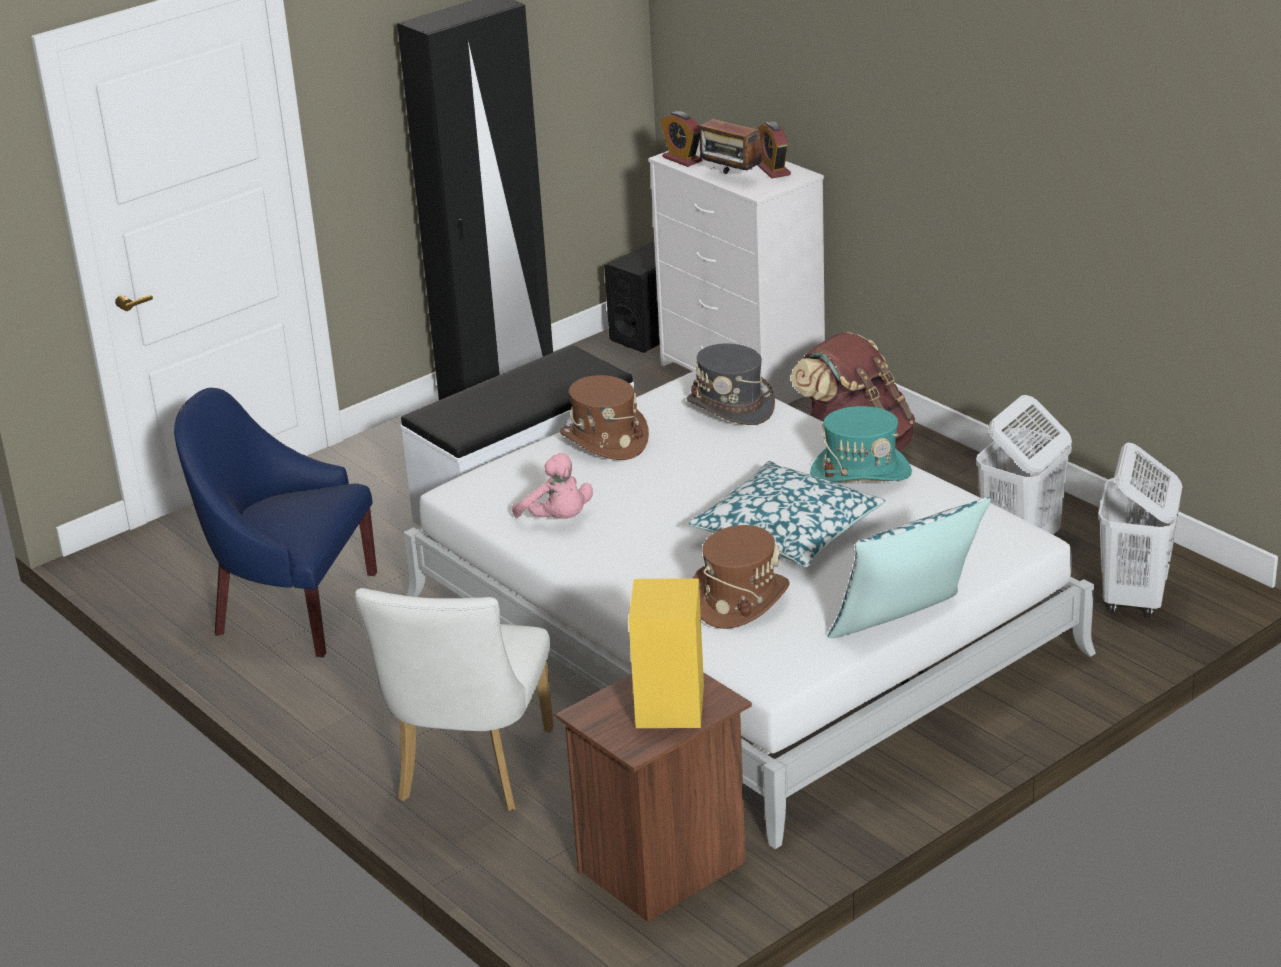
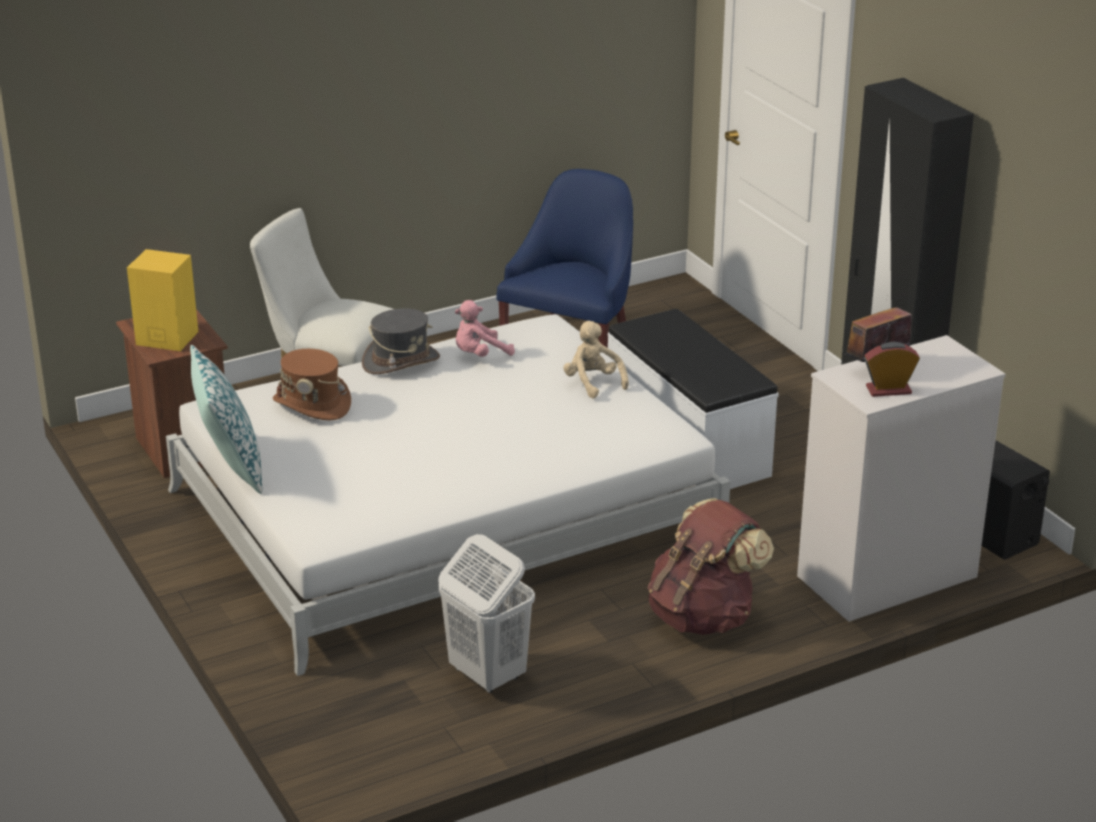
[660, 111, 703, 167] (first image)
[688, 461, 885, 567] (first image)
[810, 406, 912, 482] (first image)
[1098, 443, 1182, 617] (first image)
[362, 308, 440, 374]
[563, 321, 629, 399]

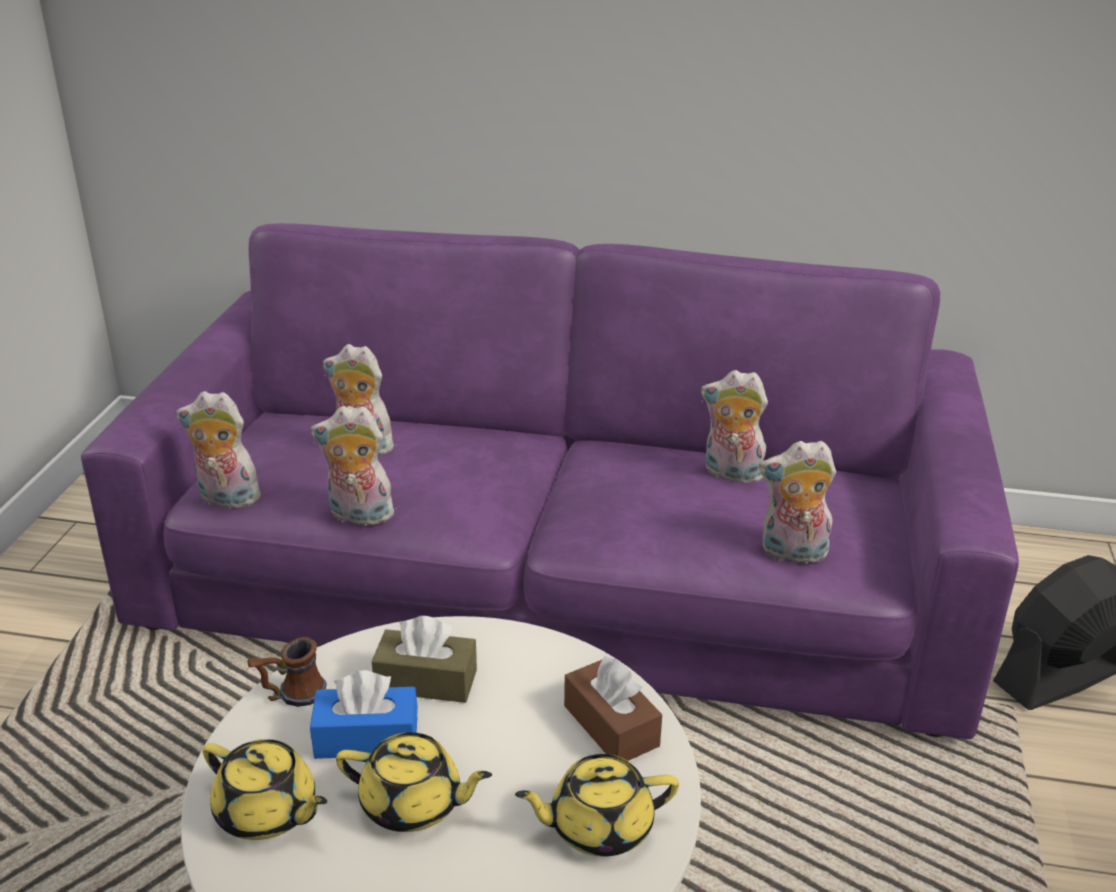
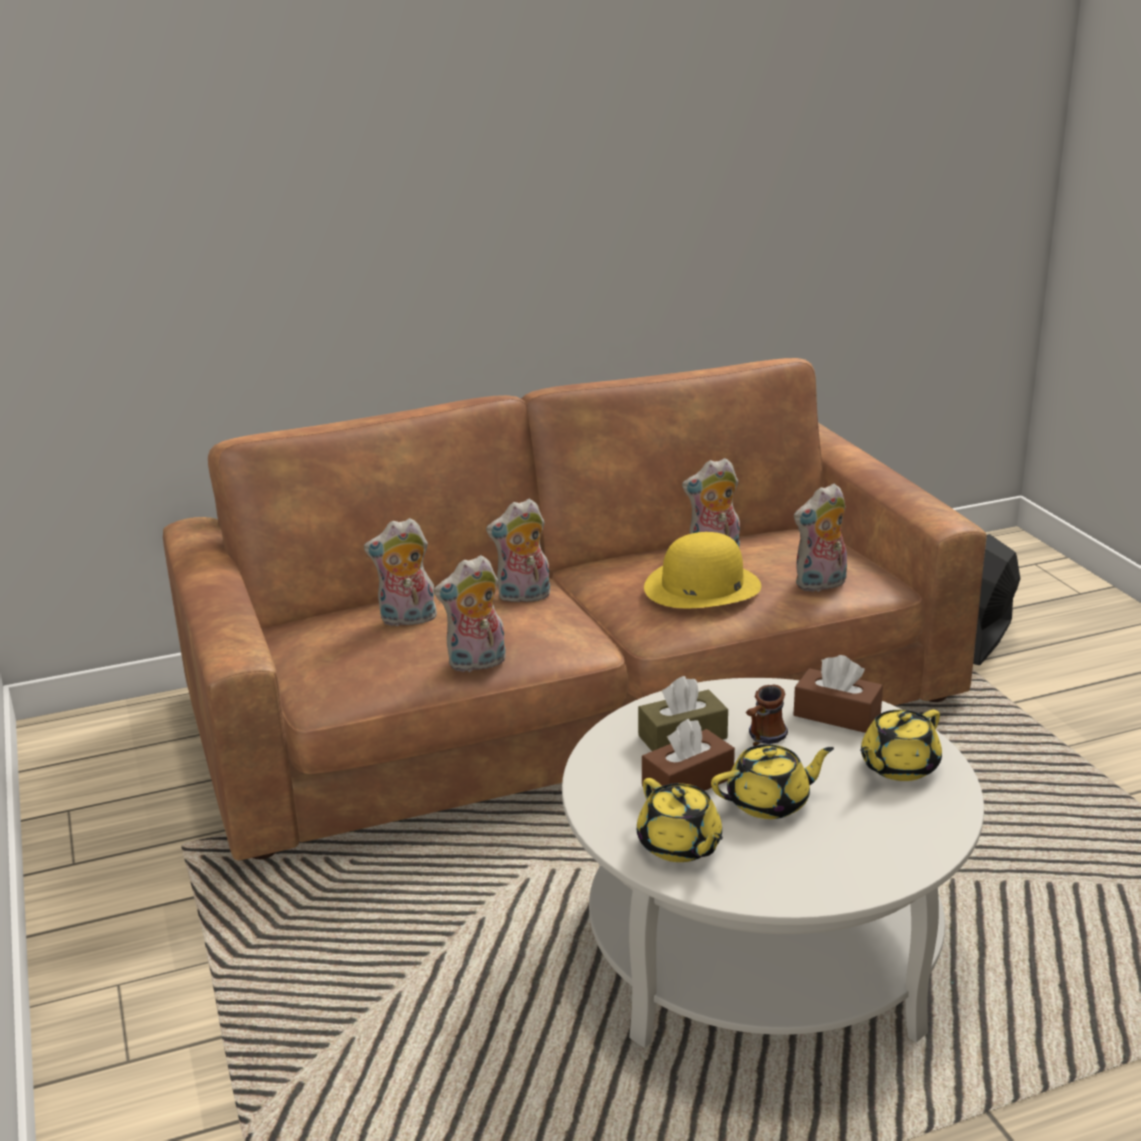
[644, 532, 761, 608]
[486, 499, 550, 602]
[746, 684, 788, 746]
[163, 358, 986, 860]
[642, 719, 735, 791]
[637, 778, 723, 862]

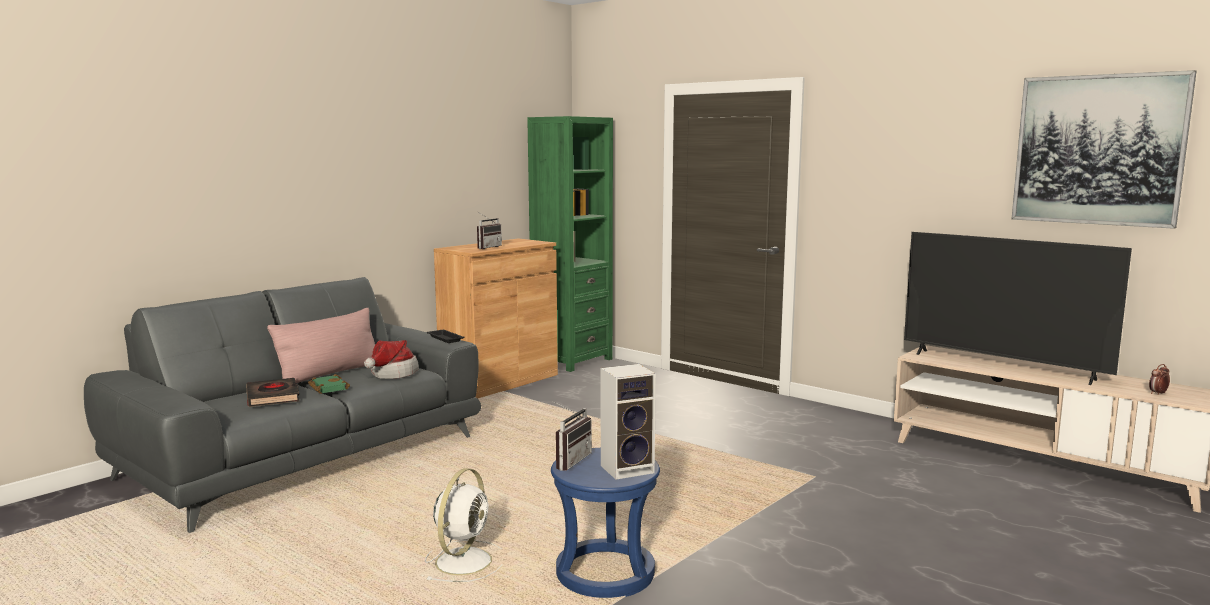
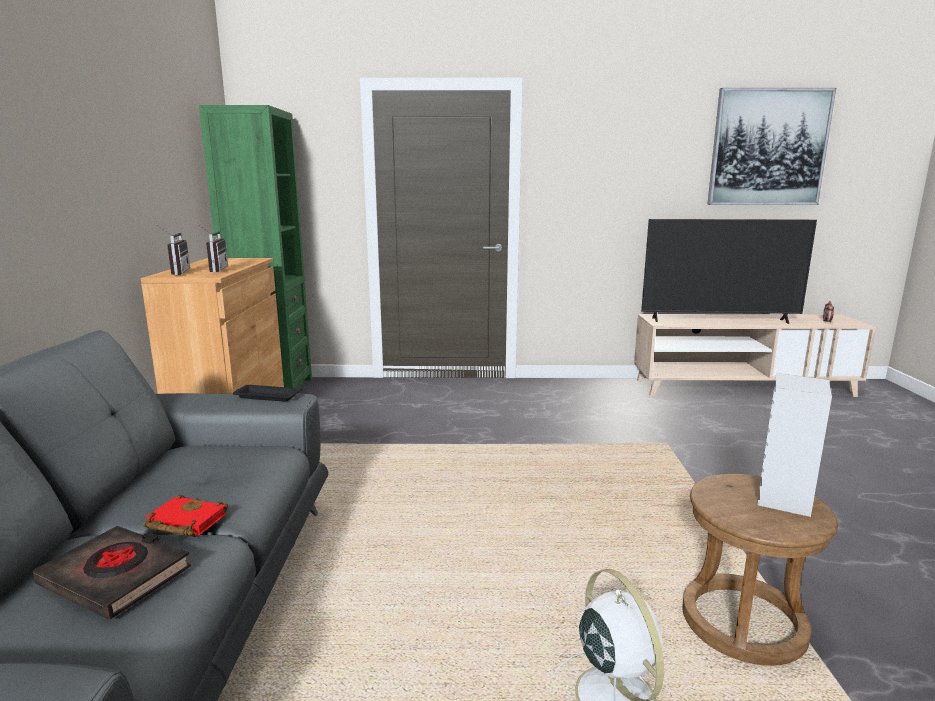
[267, 308, 375, 383] (first image)
[364, 340, 419, 379] (first image)
[158, 226, 190, 275]
[143, 495, 228, 537]
[682, 474, 838, 666]

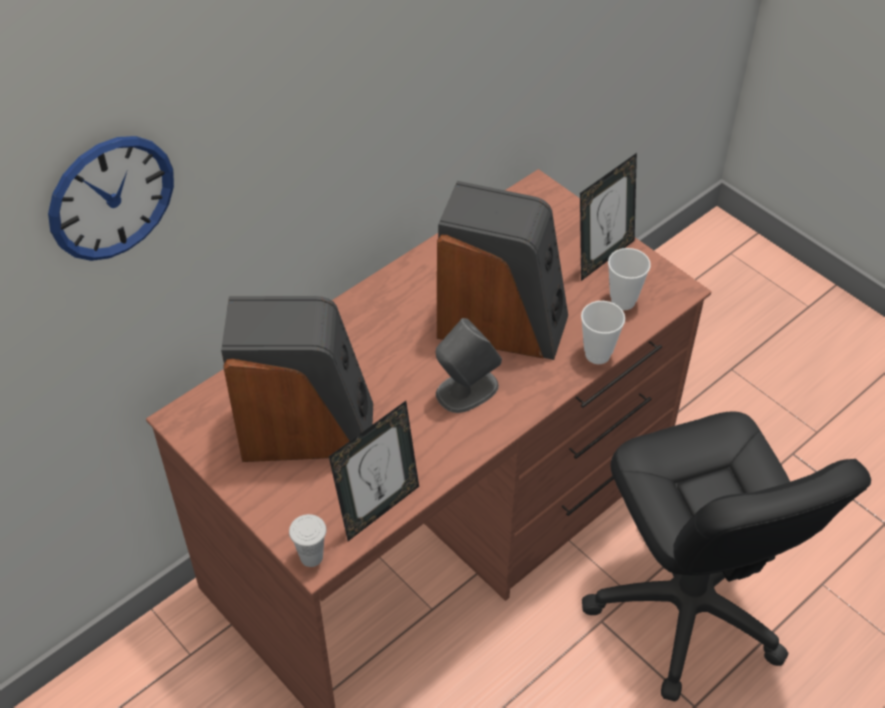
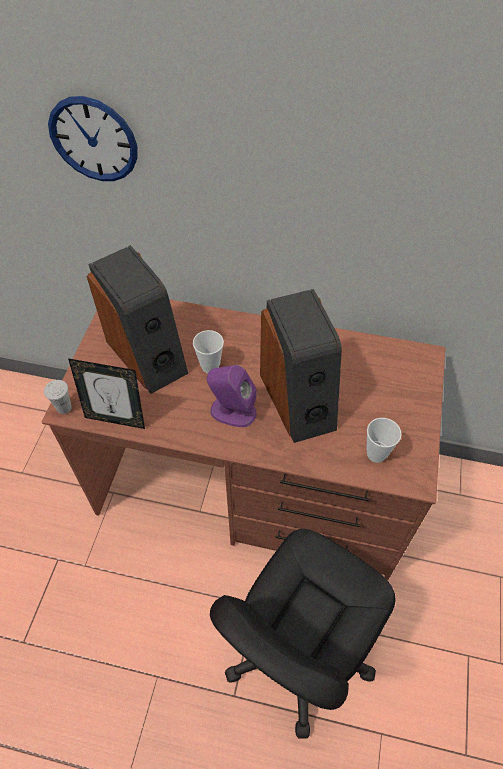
[580, 153, 637, 281] (first image)
[193, 330, 224, 374]
[207, 365, 257, 427]

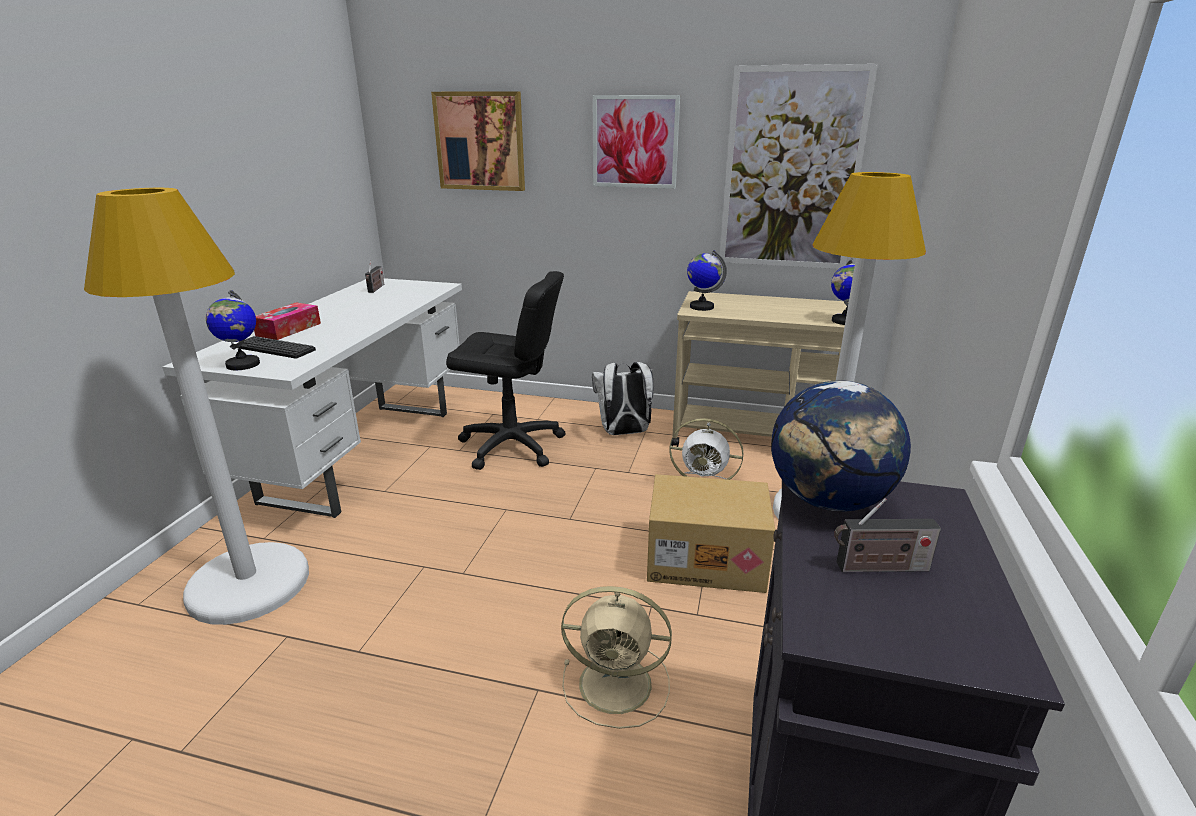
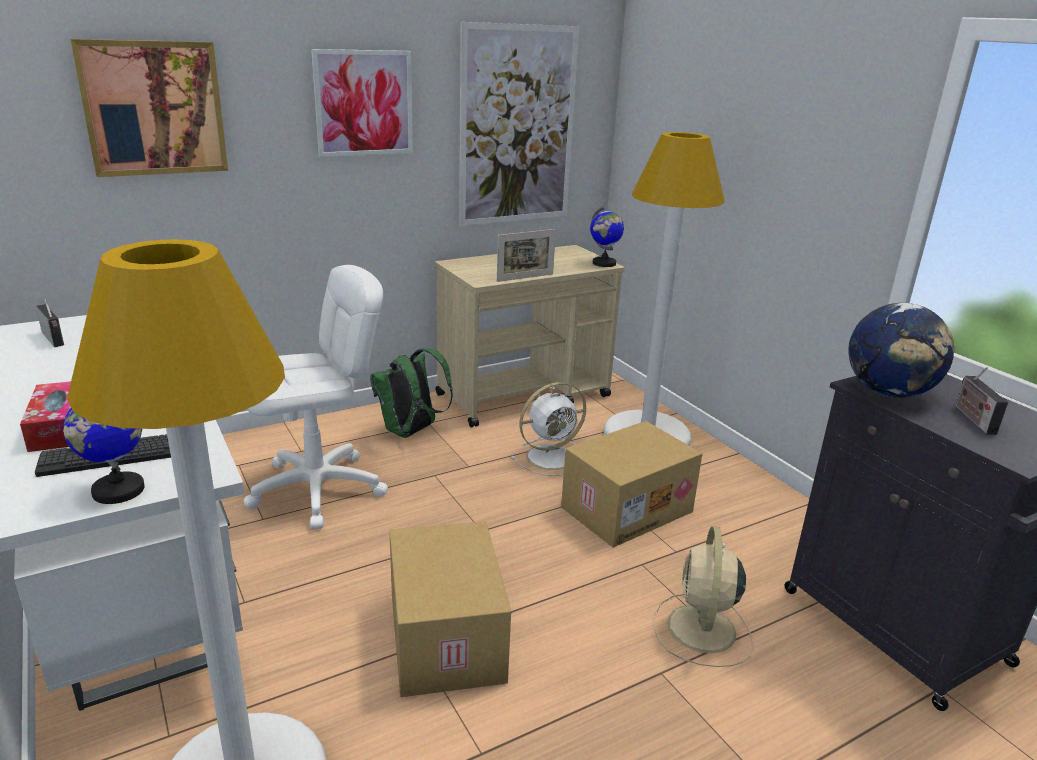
[687, 250, 727, 311] (first image)
[389, 521, 511, 697]
[497, 229, 556, 282]
[243, 265, 388, 530]
[370, 348, 453, 438]
[654, 526, 753, 667]
[956, 367, 1008, 435]

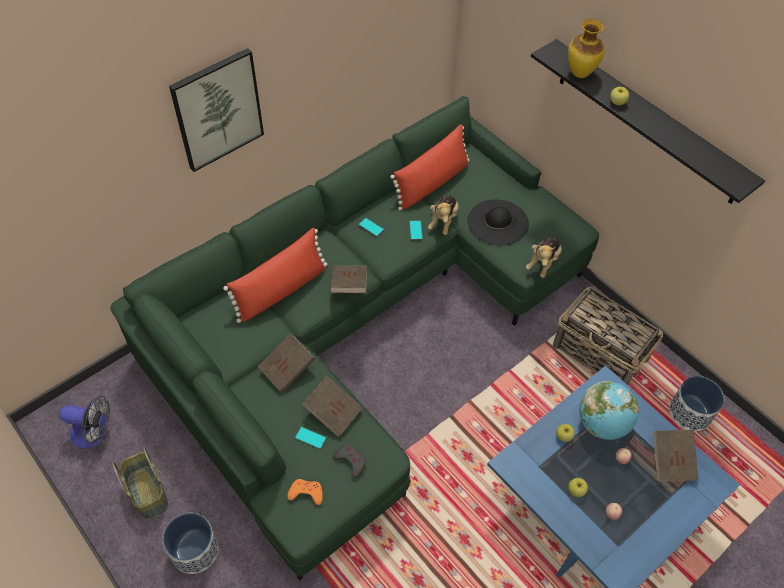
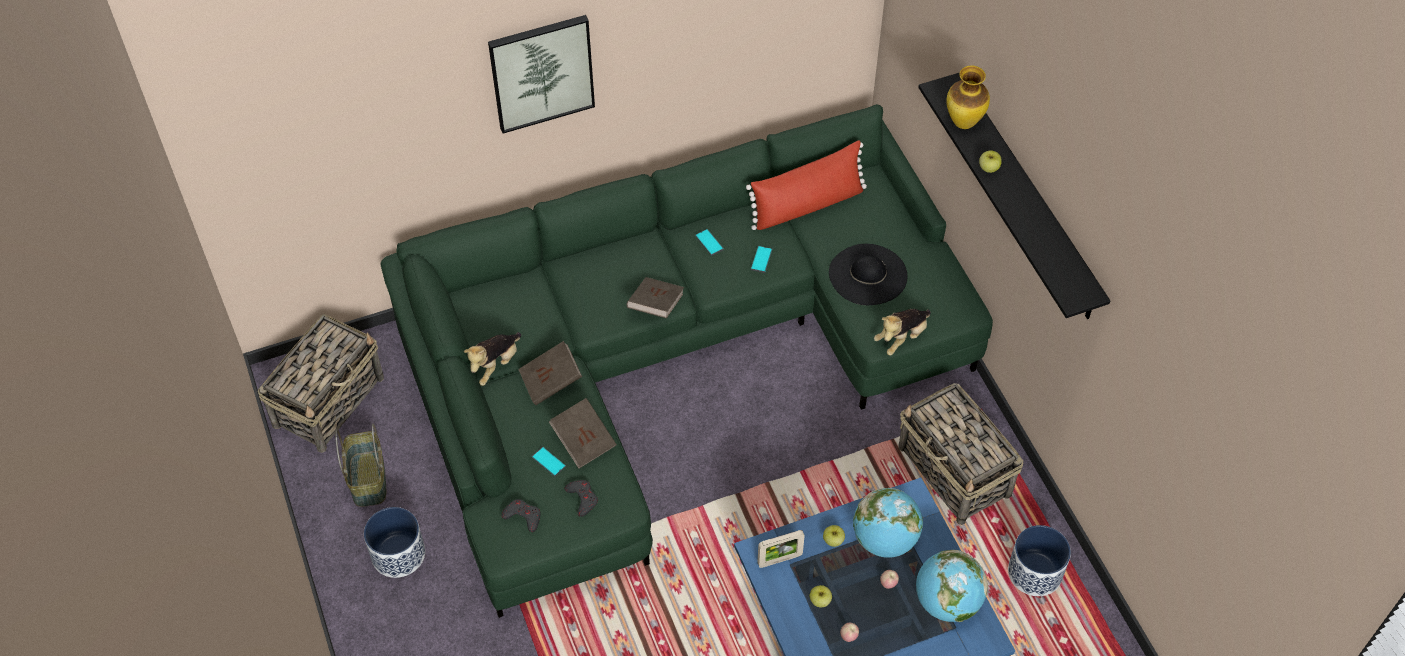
[223, 228, 327, 323] (first image)
[757, 530, 805, 568]
[464, 332, 521, 386]
[258, 314, 384, 453]
[916, 550, 988, 622]
[501, 499, 540, 532]

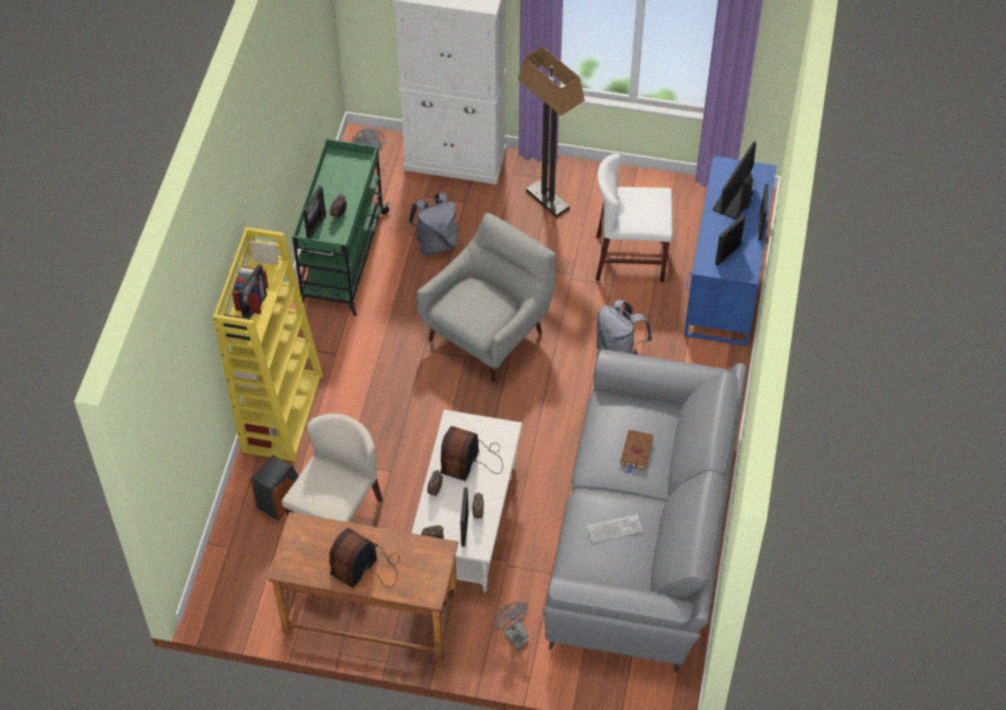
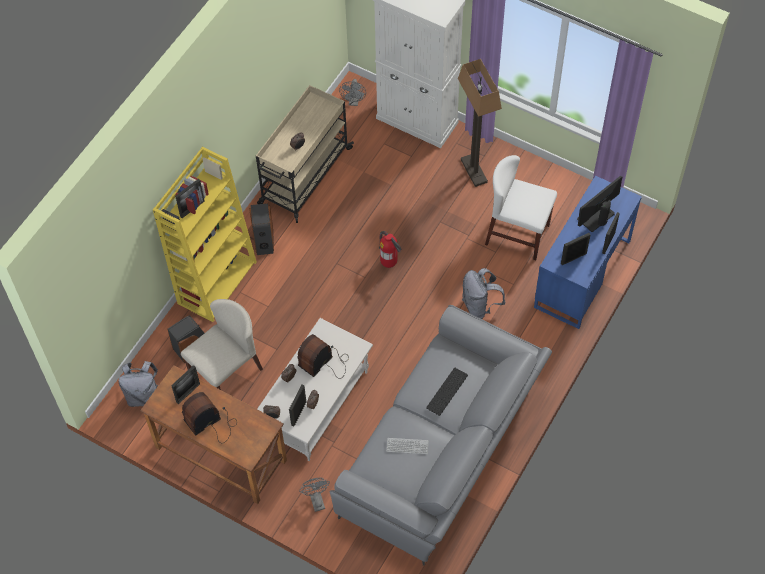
[249, 203, 274, 255]
[171, 365, 200, 404]
[119, 361, 158, 407]
[379, 231, 402, 268]
[426, 368, 468, 416]
[256, 85, 354, 223]

